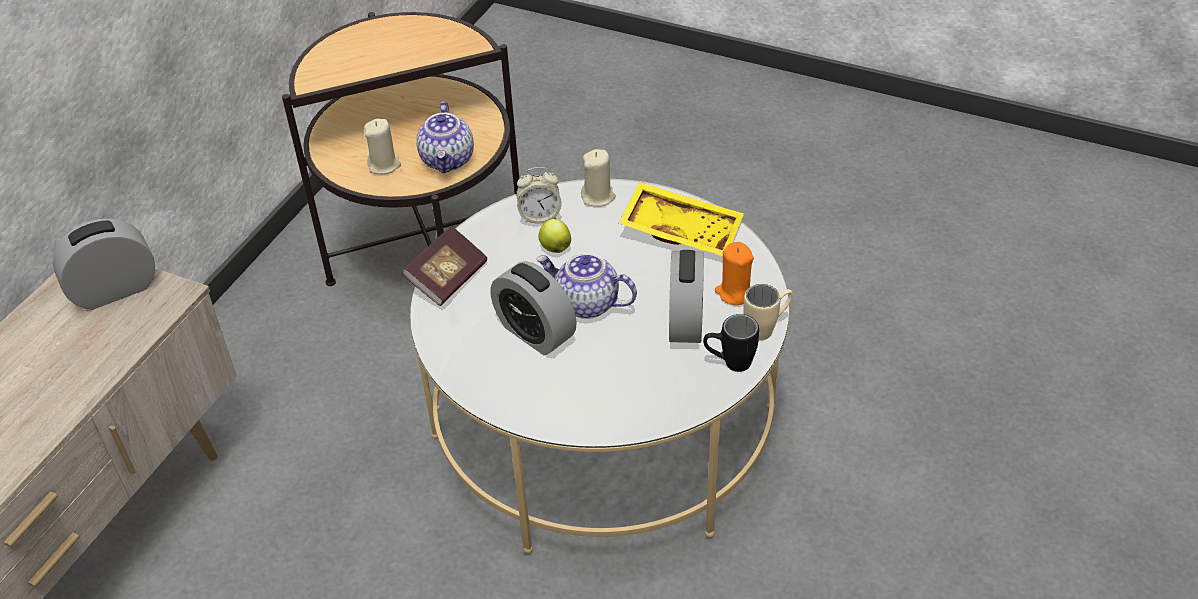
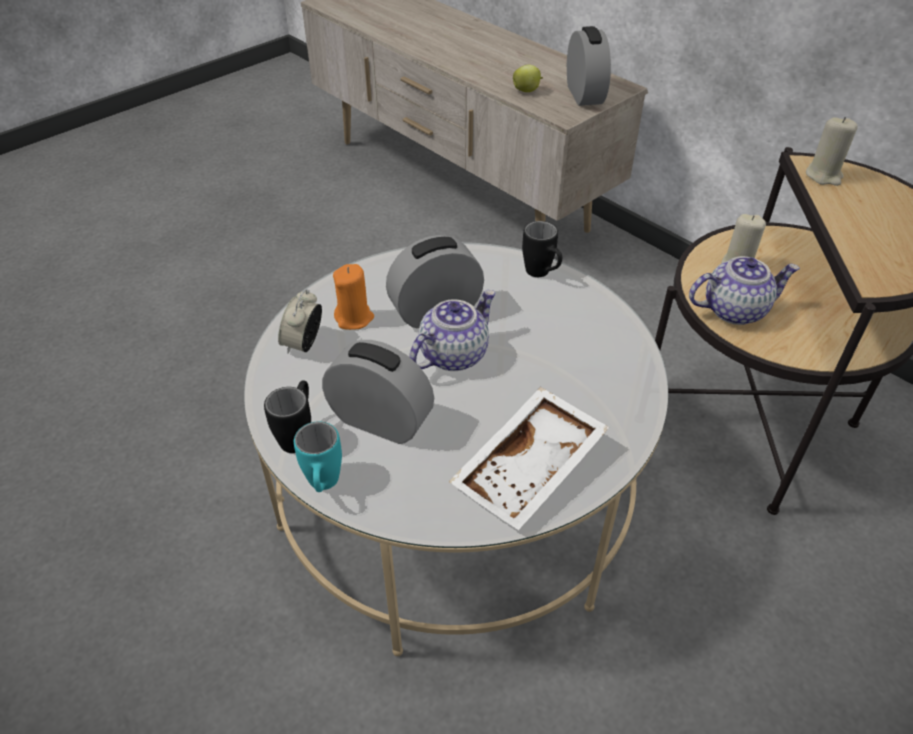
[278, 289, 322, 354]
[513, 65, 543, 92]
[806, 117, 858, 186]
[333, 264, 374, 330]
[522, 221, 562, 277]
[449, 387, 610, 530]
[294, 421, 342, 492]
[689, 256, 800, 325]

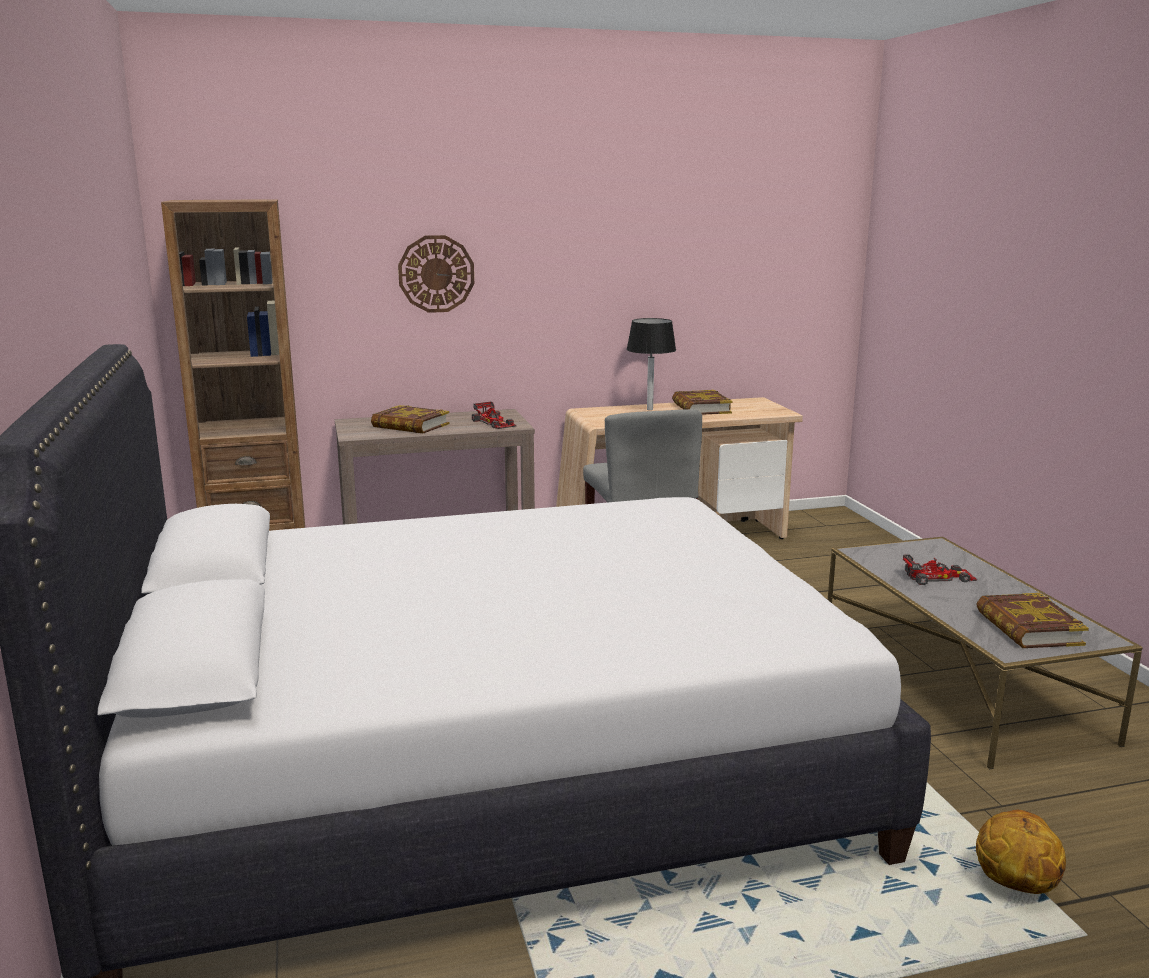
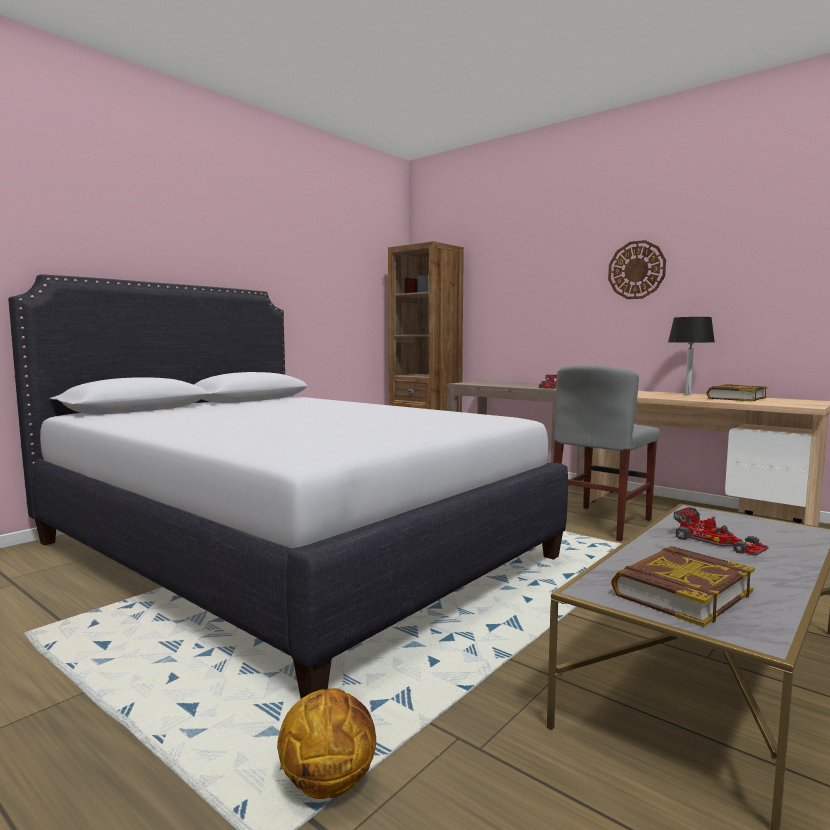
[371, 405, 449, 433] (first image)
[608, 240, 666, 299]

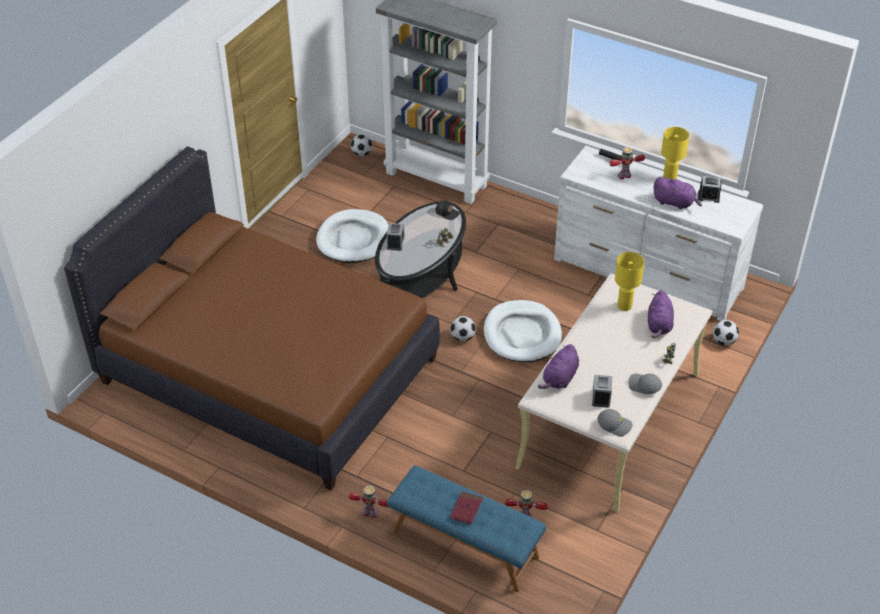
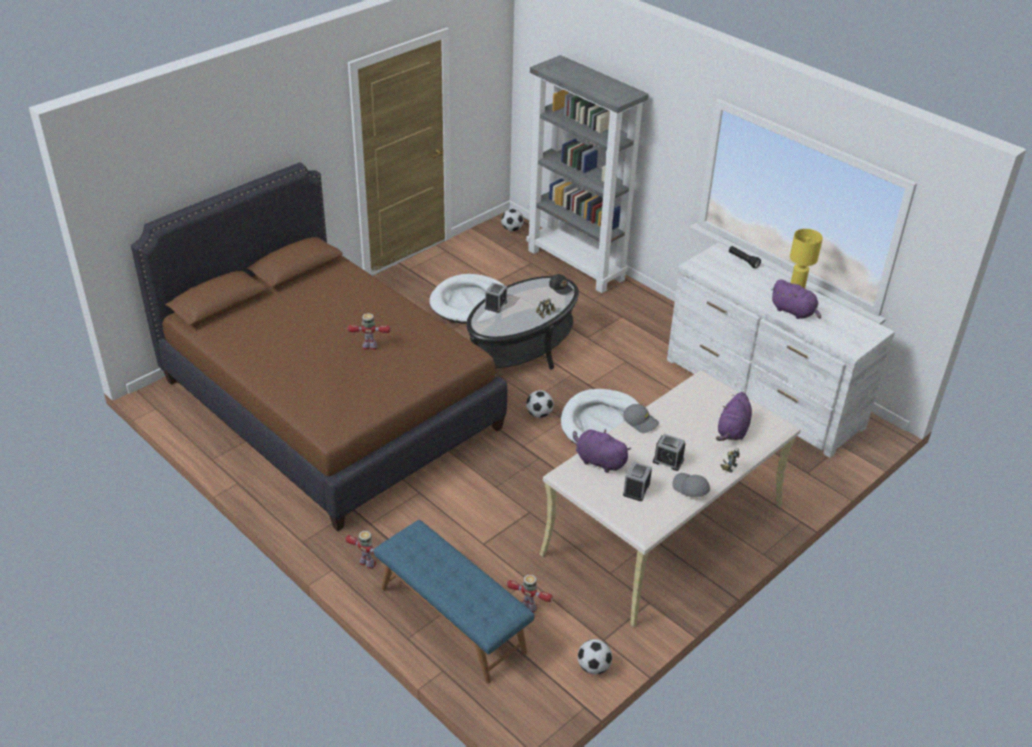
[450, 491, 483, 524] (first image)
[615, 252, 645, 311] (first image)
[623, 404, 659, 433]
[347, 313, 391, 350]
[653, 434, 686, 471]
[578, 639, 612, 675]
[573, 429, 631, 473]

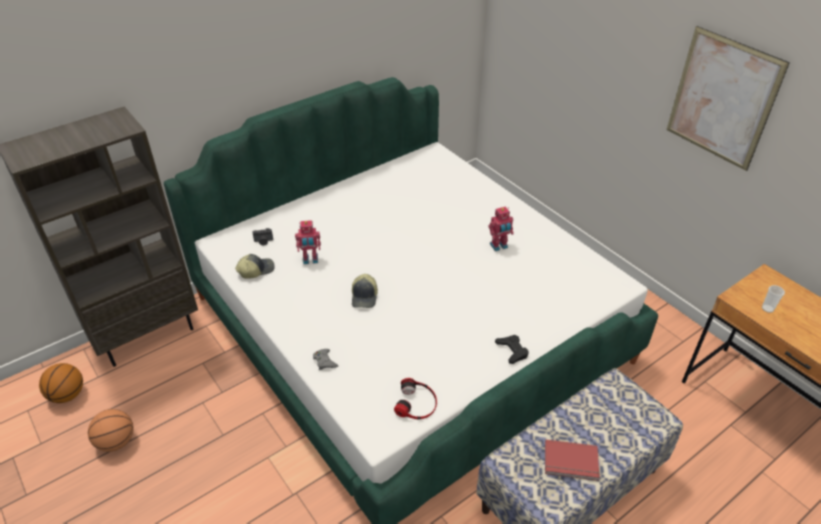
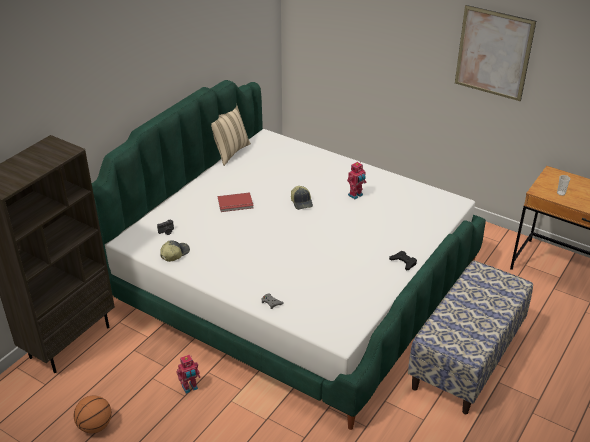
[39, 363, 83, 403] (first image)
[394, 378, 437, 420] (first image)
[211, 104, 251, 166]
[176, 355, 200, 394]
[291, 186, 313, 210]
[218, 192, 254, 212]

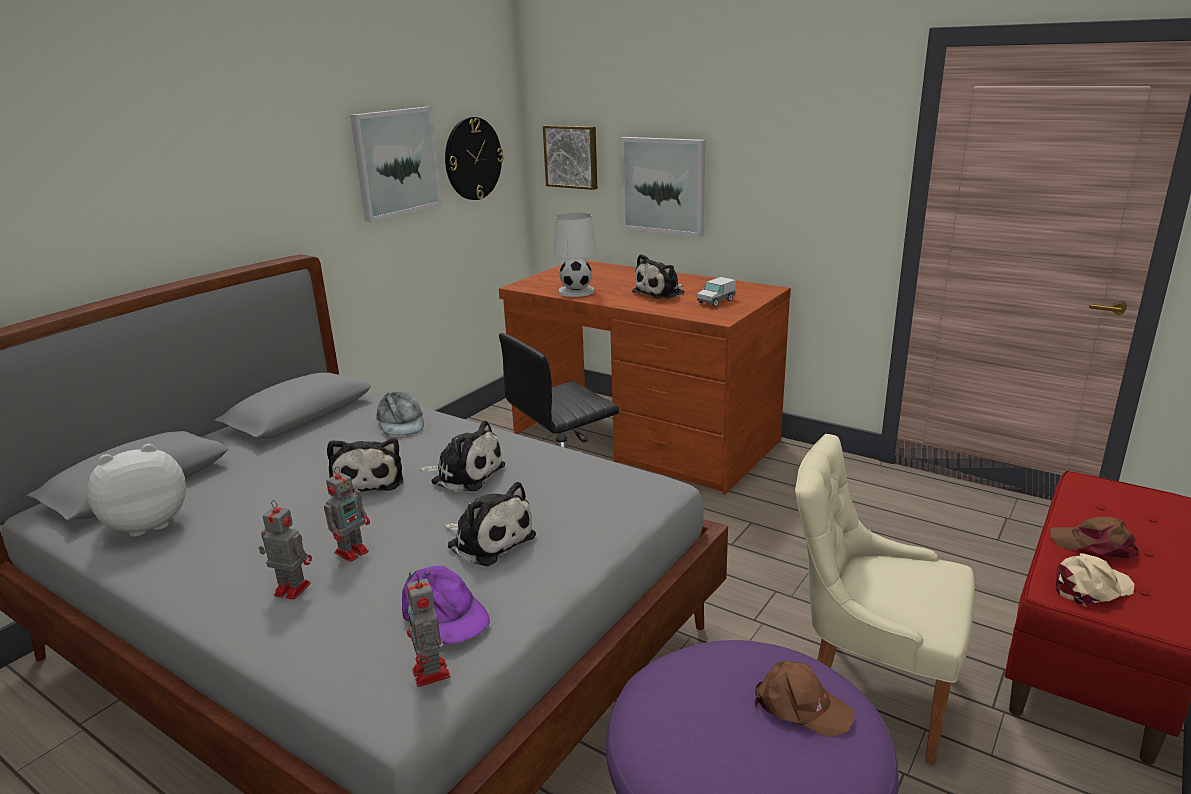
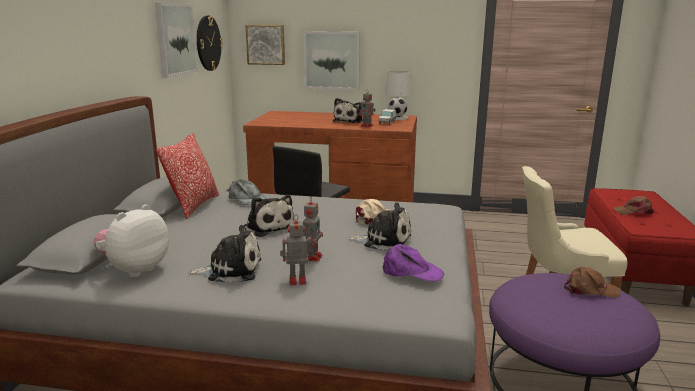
[156, 133, 220, 219]
[359, 92, 375, 127]
[189, 225, 261, 283]
[385, 71, 411, 120]
[356, 199, 389, 225]

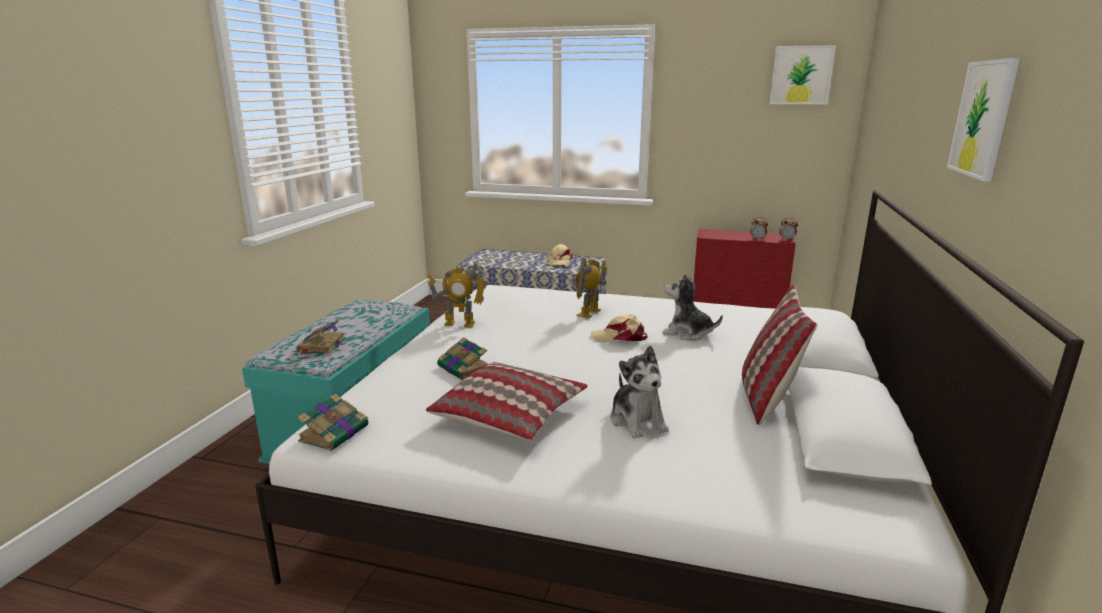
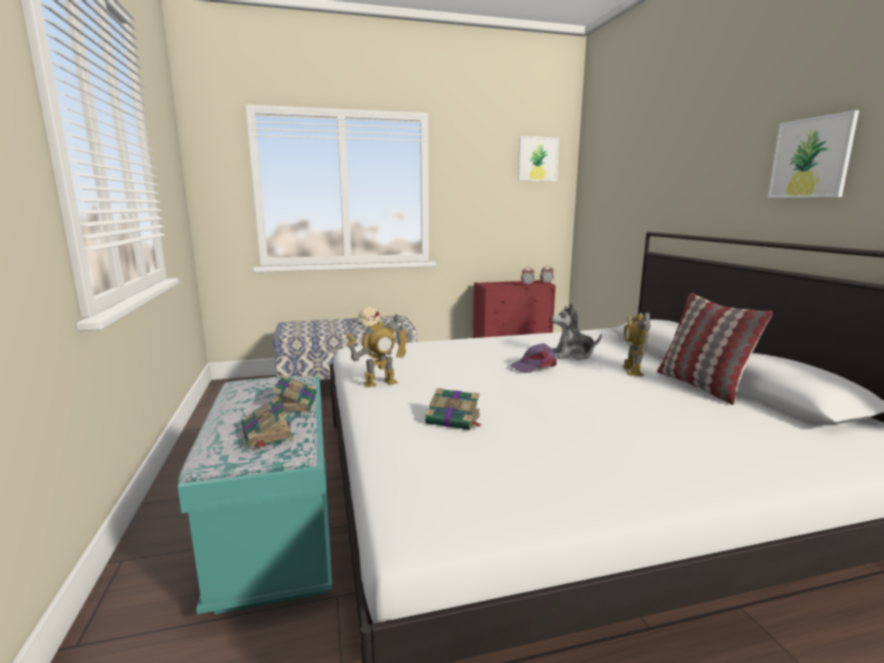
[426, 362, 588, 441] (first image)
[610, 346, 669, 439] (first image)
[272, 375, 316, 413]
[622, 313, 651, 376]
[509, 343, 557, 373]

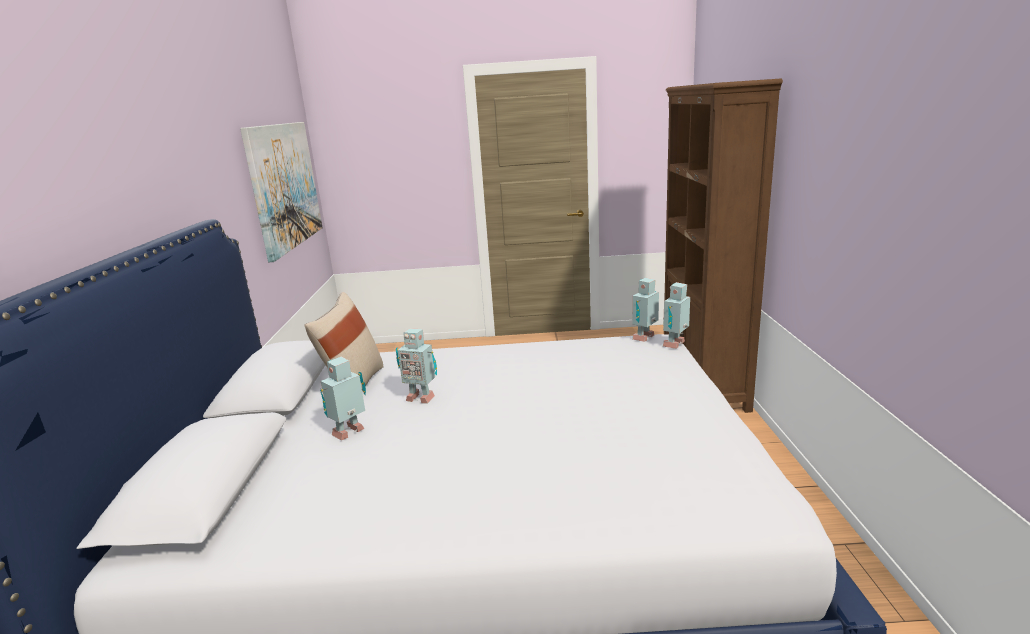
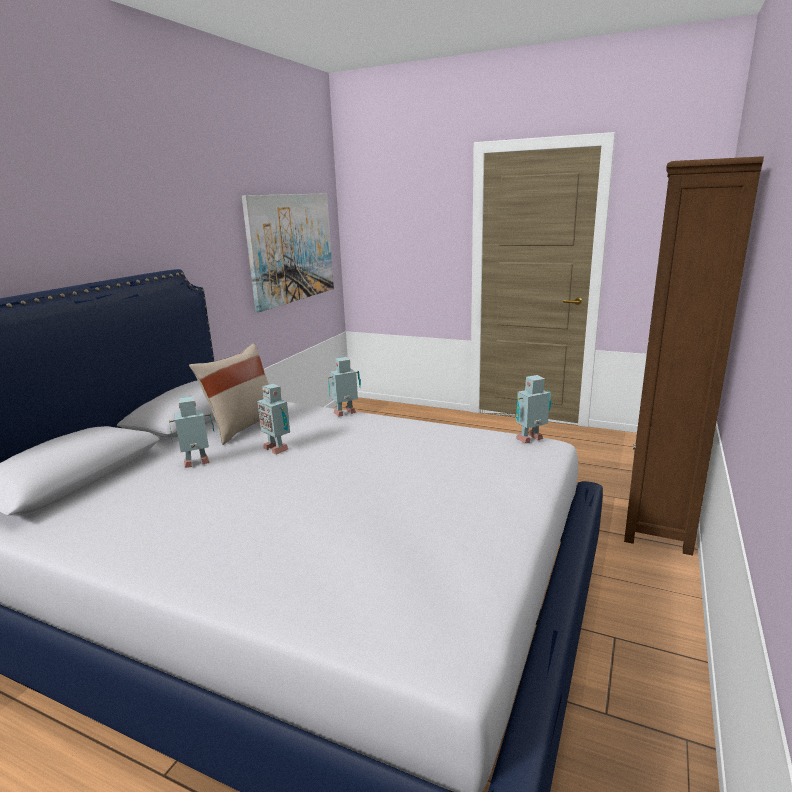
[328, 357, 361, 417]

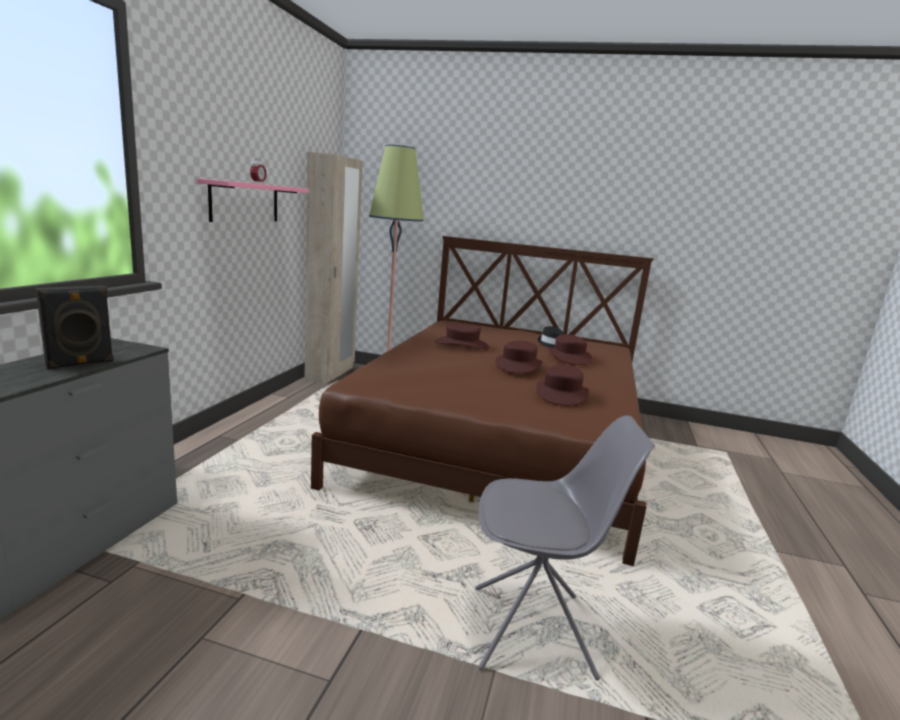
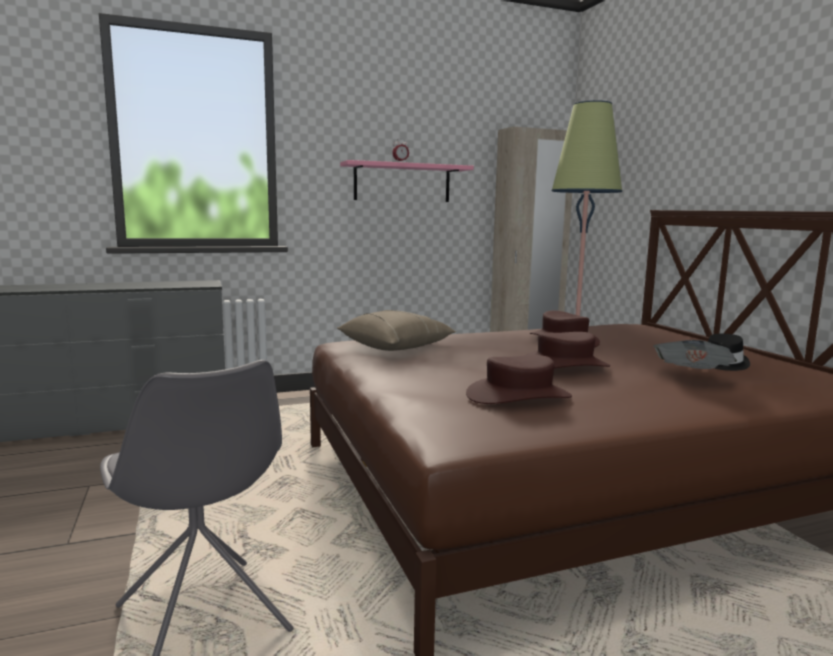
[36, 285, 114, 369] (first image)
[337, 310, 456, 351]
[653, 340, 737, 369]

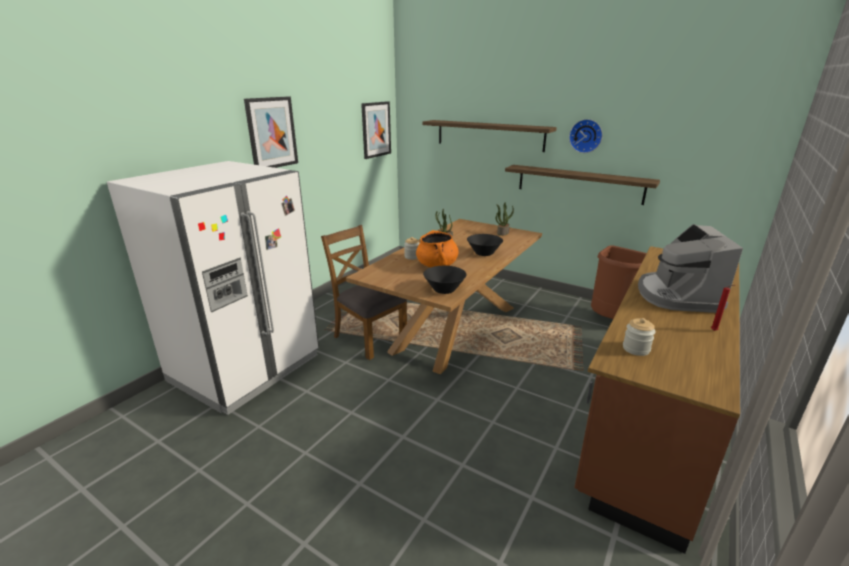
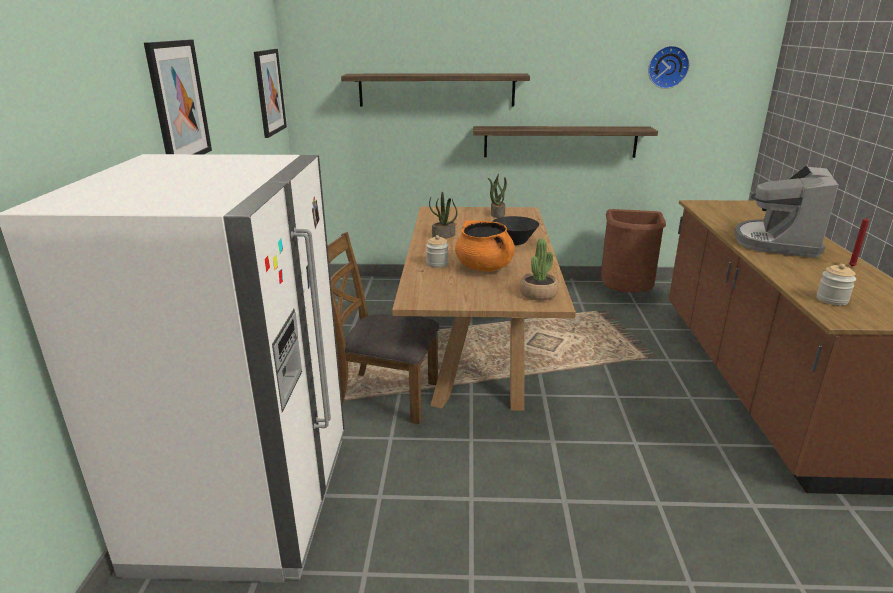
[648, 46, 690, 89]
[519, 238, 559, 301]
[734, 166, 838, 258]

